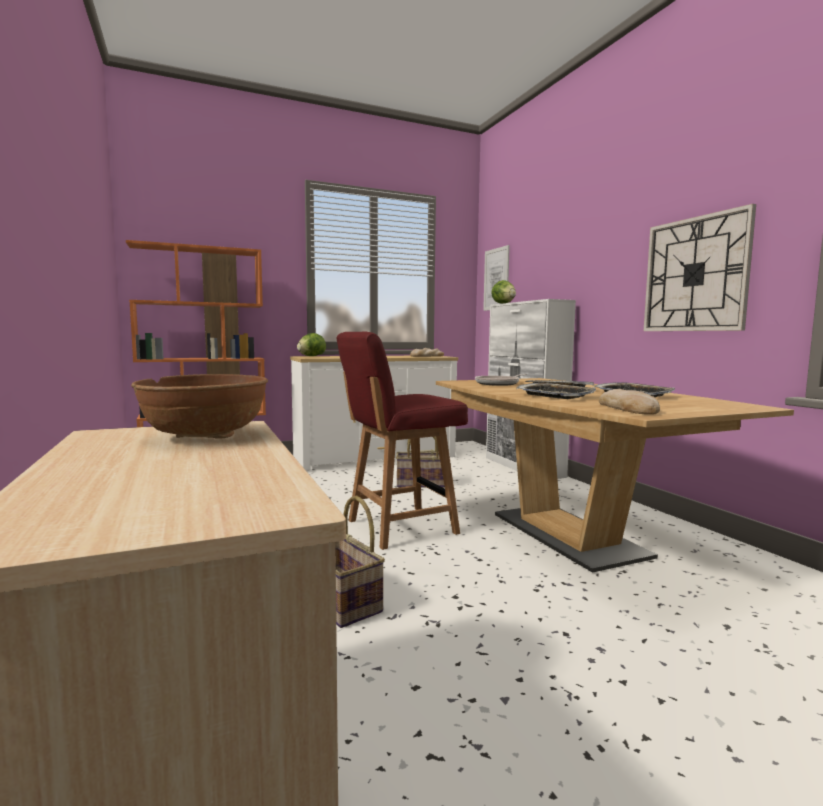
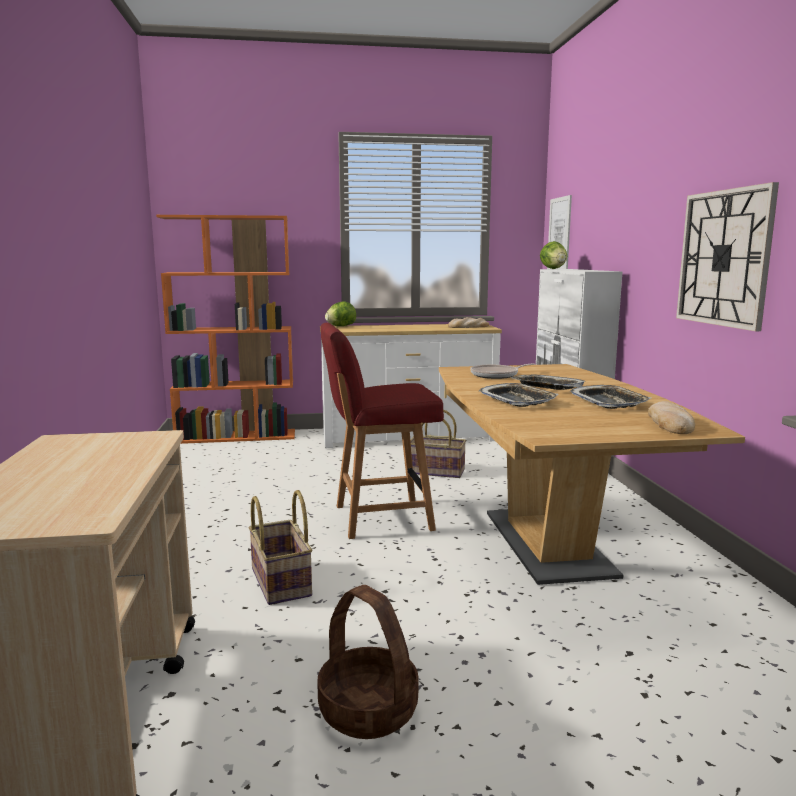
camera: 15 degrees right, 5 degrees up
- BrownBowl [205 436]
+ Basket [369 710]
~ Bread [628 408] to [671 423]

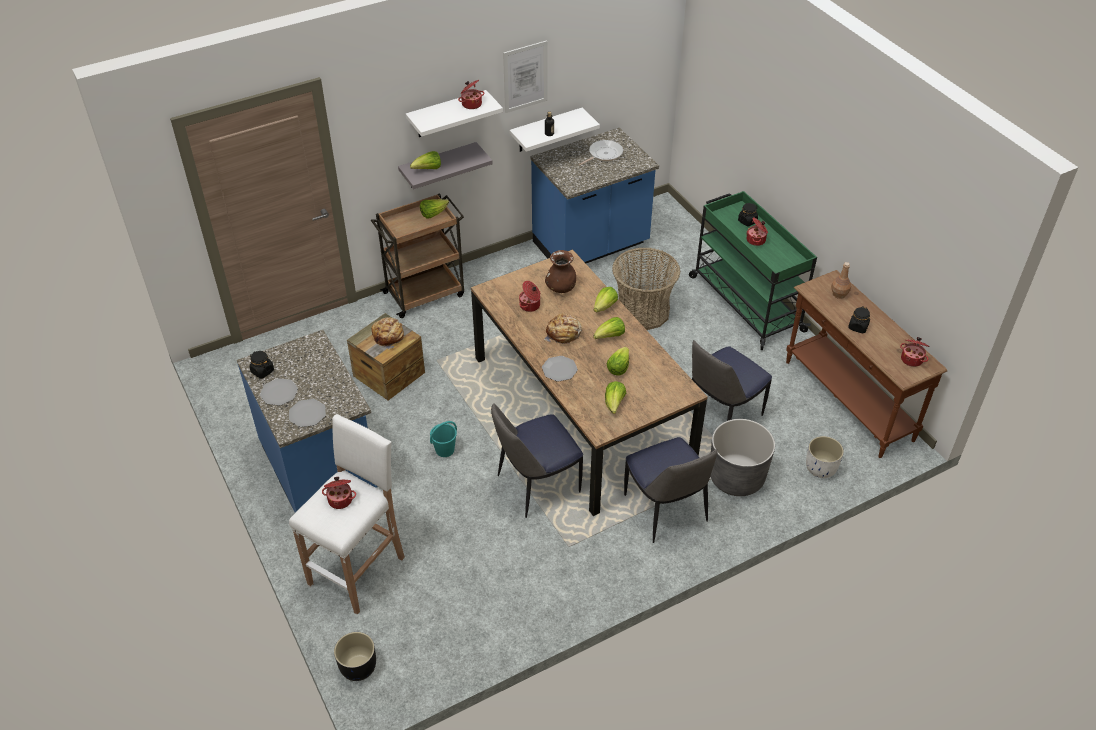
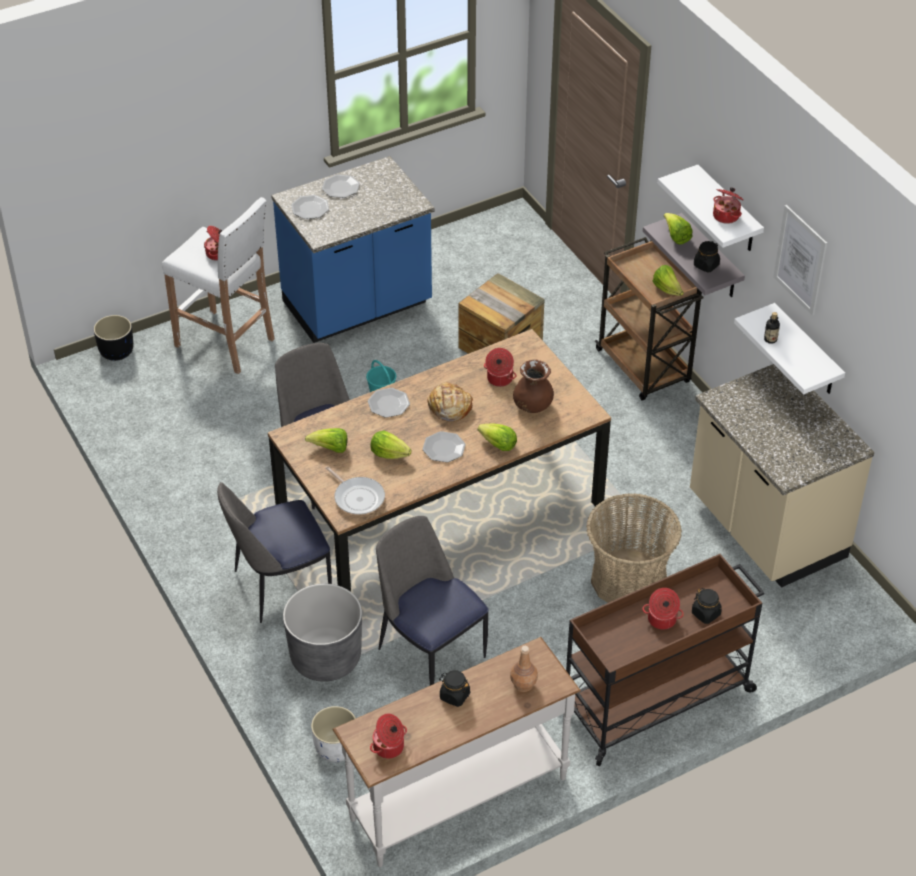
camera: 90 degrees right, 0 degrees up
- Bread [389 336]
~ BlackJar [262 371] to [706 265]
~ FryingPan [603 154] to [357 497]
~ Lettuce [610 336] to Plate [444 448]
~ BlueCounter [591 245] to BeigeCounter [765 529]
~ GreenCart [745 302] to BrownCart [657 698]
~ BrownConsoleTable [847 401] to WhiteConsoleTable [457 797]

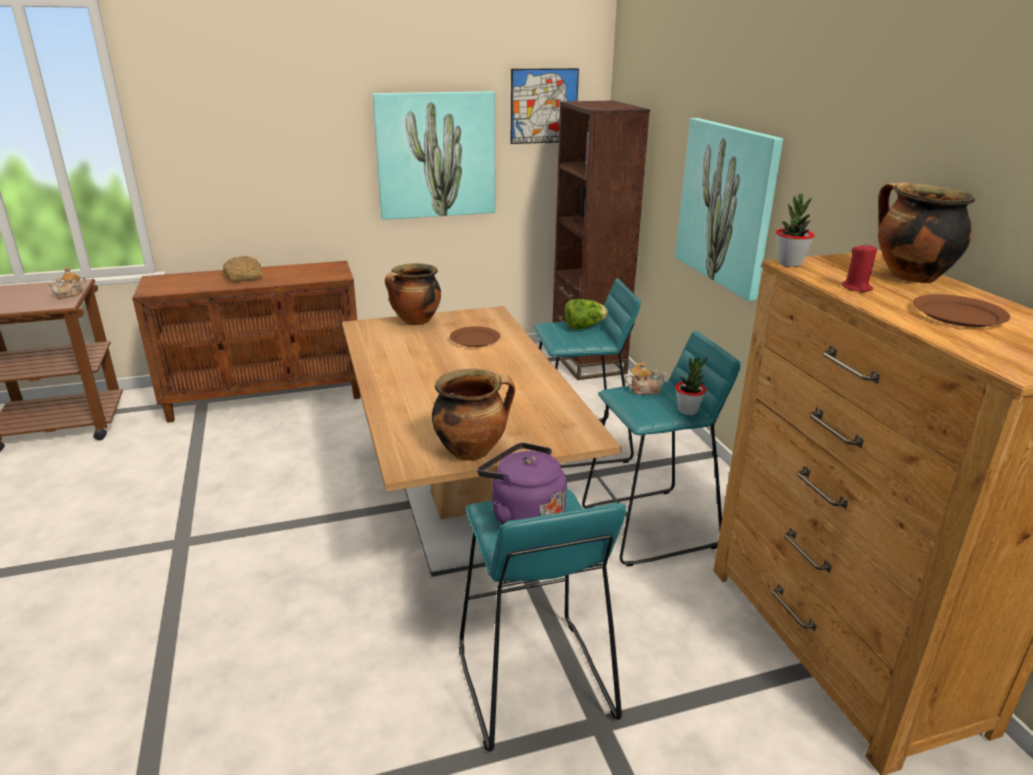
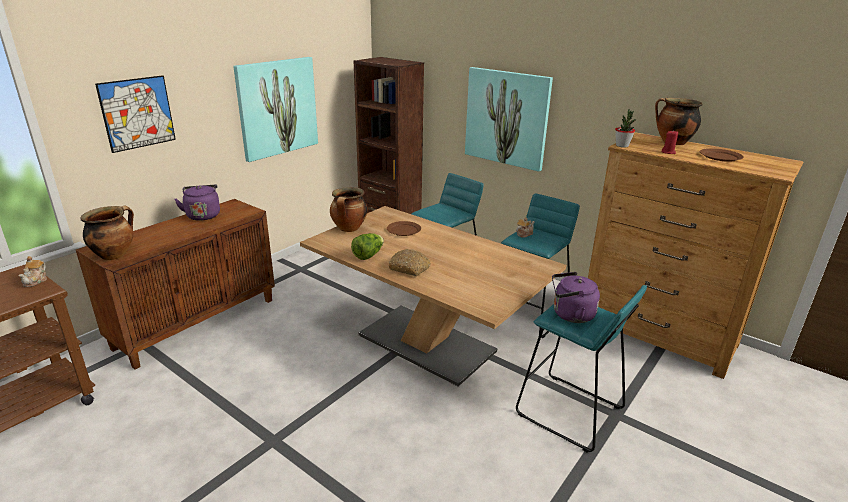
camera: 35 degrees left, 0 degrees up
- PottedPlant [687 410]
+ PurpleKettle [203 215]
~ Bread [244 276] to [410 268]
~ CookingPot [472 450] to [115 255]
~ Picture [544 106] to [137 113]
~ Lettuce [583 327] to [368 255]

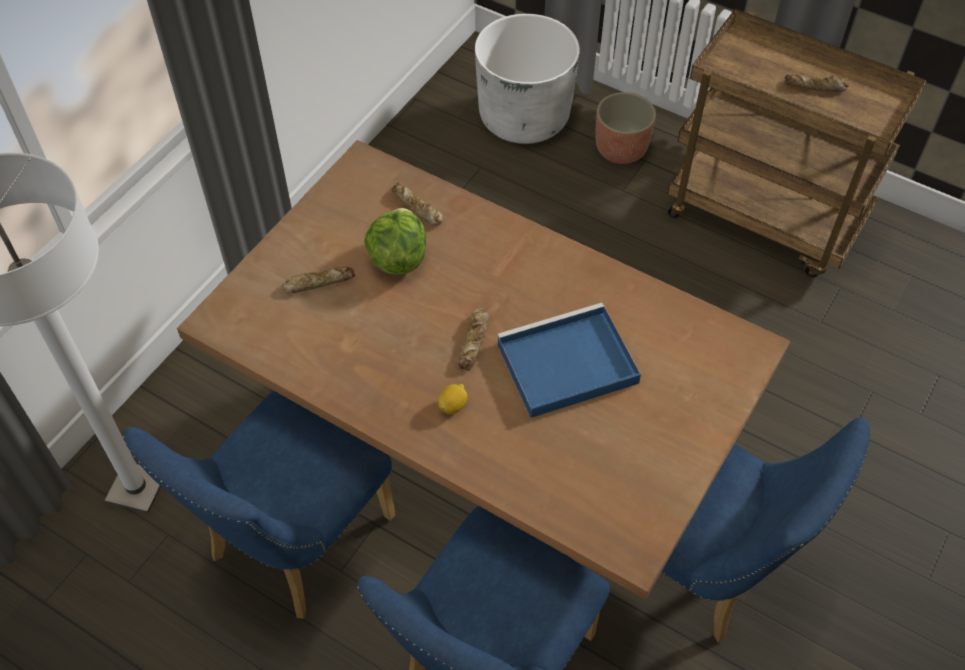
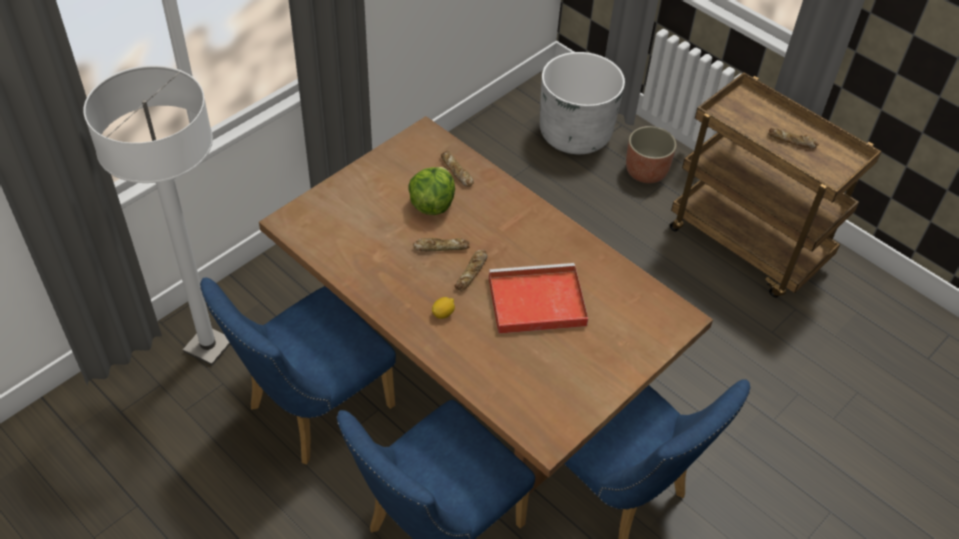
camera: 10 degrees right, 5 degrees down
~ Bread [318 282] to [441 247]
~ BlueTray [565 365] to RedTray [534 302]

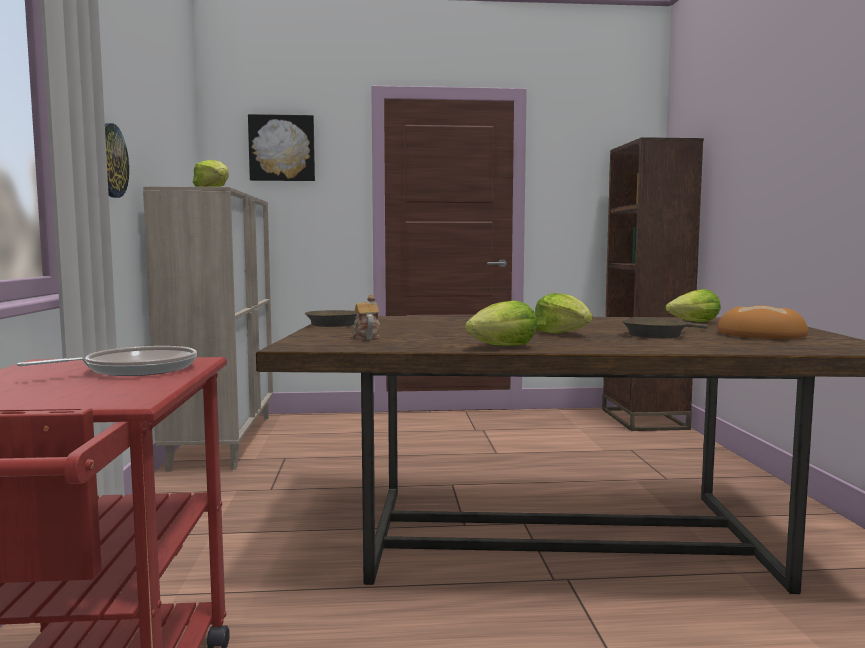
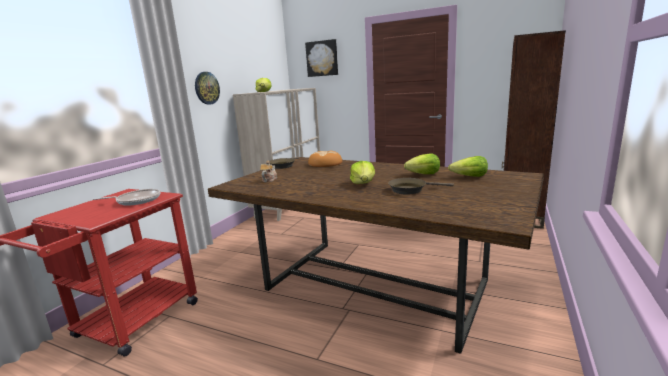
camera: 30 degrees right, 10 degrees up
~ Lettuce [503 346] to [423 174]
~ Bread [762 334] to [325 163]

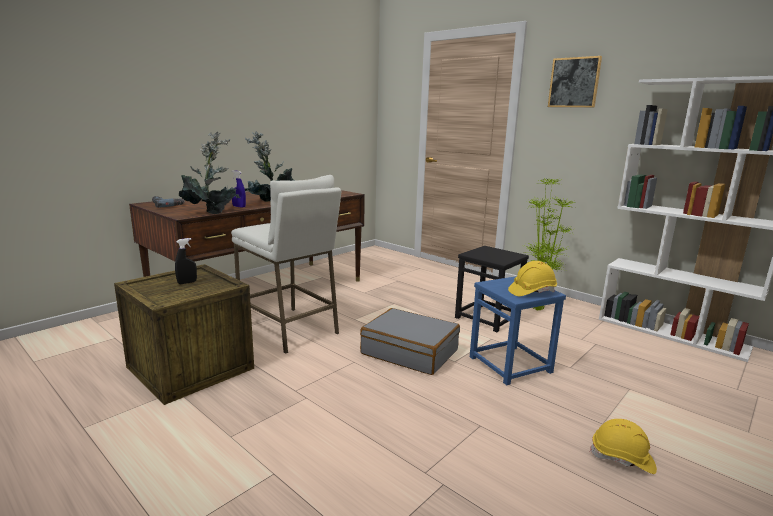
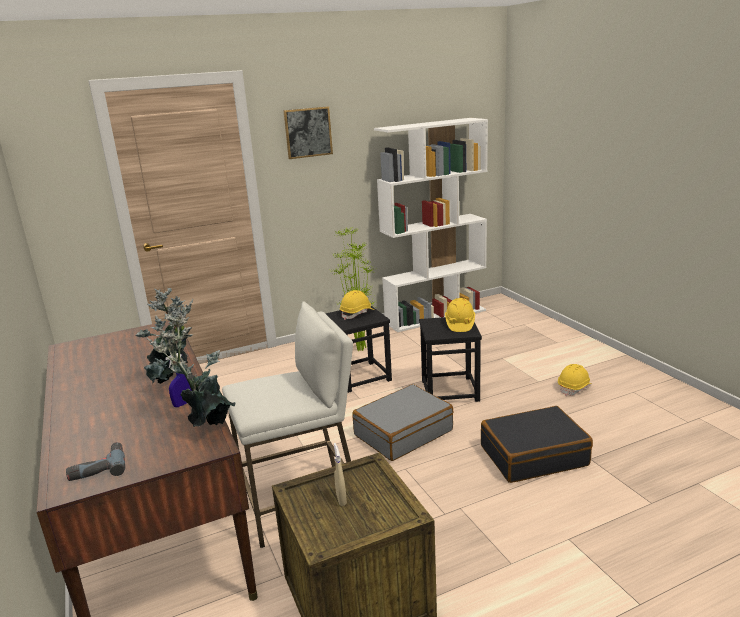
camera: 65 degrees left, 5 degrees up
+ YellowHardHat [357 313]
+ BlackSuitcase [533 455]
~ BlackSprayBottle [187 282] to BeigeSprayBottle [341 499]
~ BlueStool [510 364] to BlackStool [450 390]

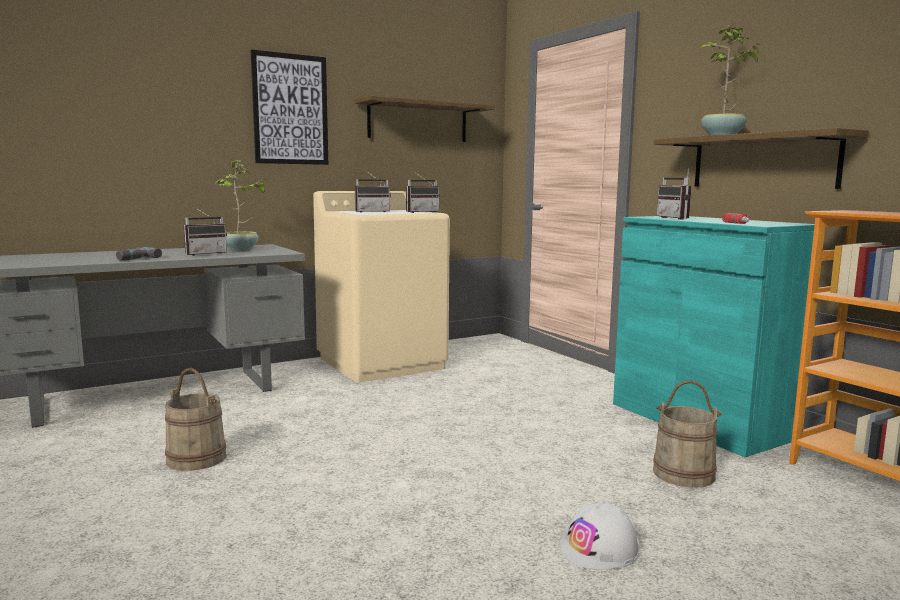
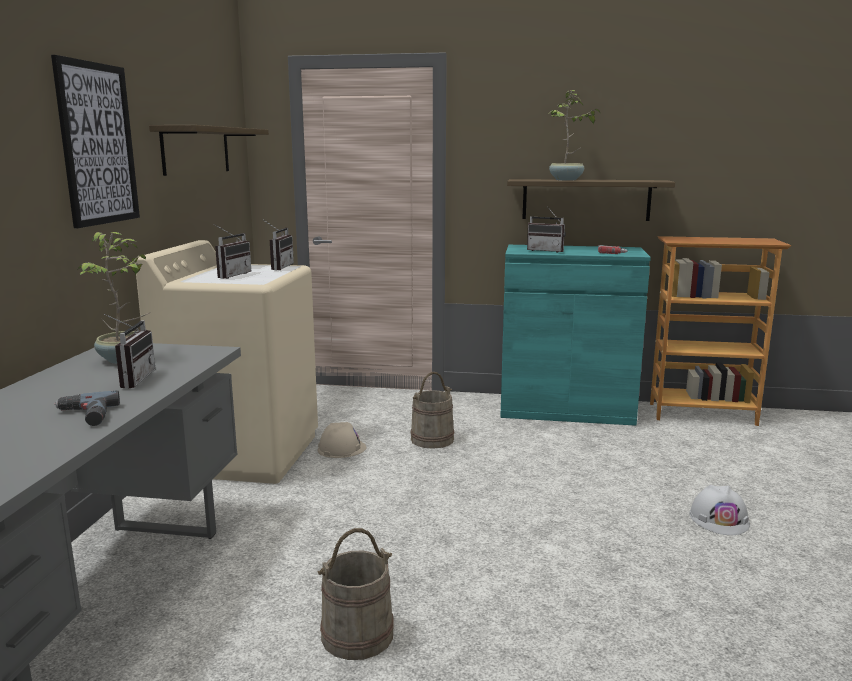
camera: 50 degrees left, 5 degrees up
+ BeigeHardHat [341 448]
~ BeigeBucket [683 473] to [432 439]

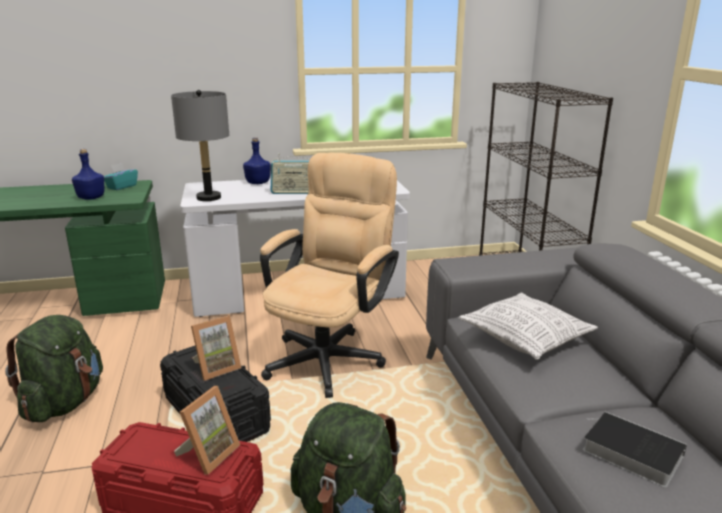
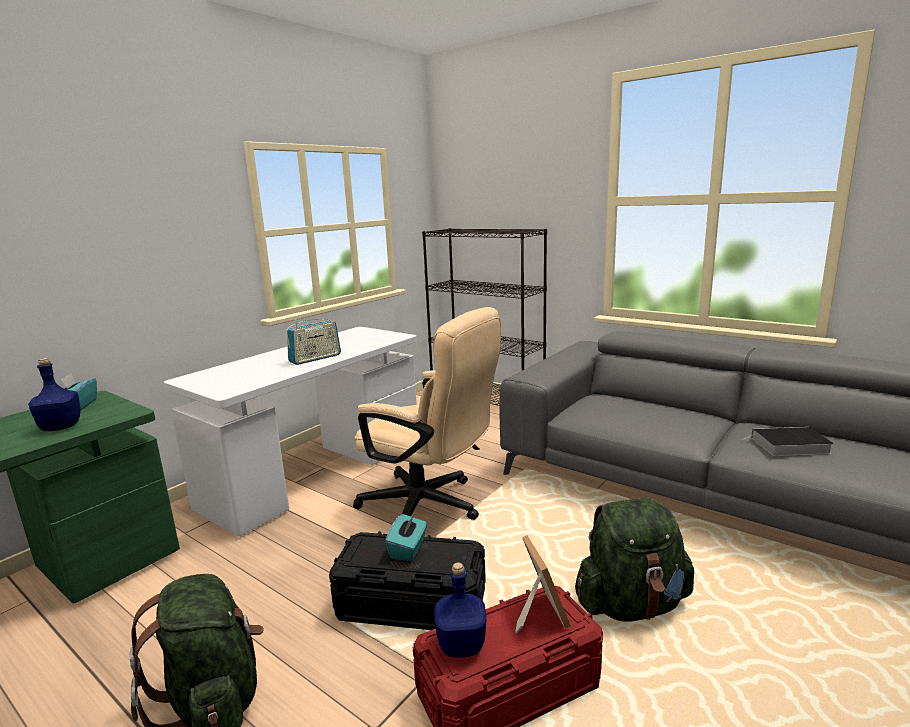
camera: 40 degrees left, 5 degrees down
- GreyTableLamp [209 198]
- Pillow [526 338]
~ BlueBottle [258 183] to [462 645]
~ PictureFrame [216 368] to TurquoiseTissueBox [408 549]
~ BeigeOfficeChair [330 355] = [430 507] 135 degrees clockwise

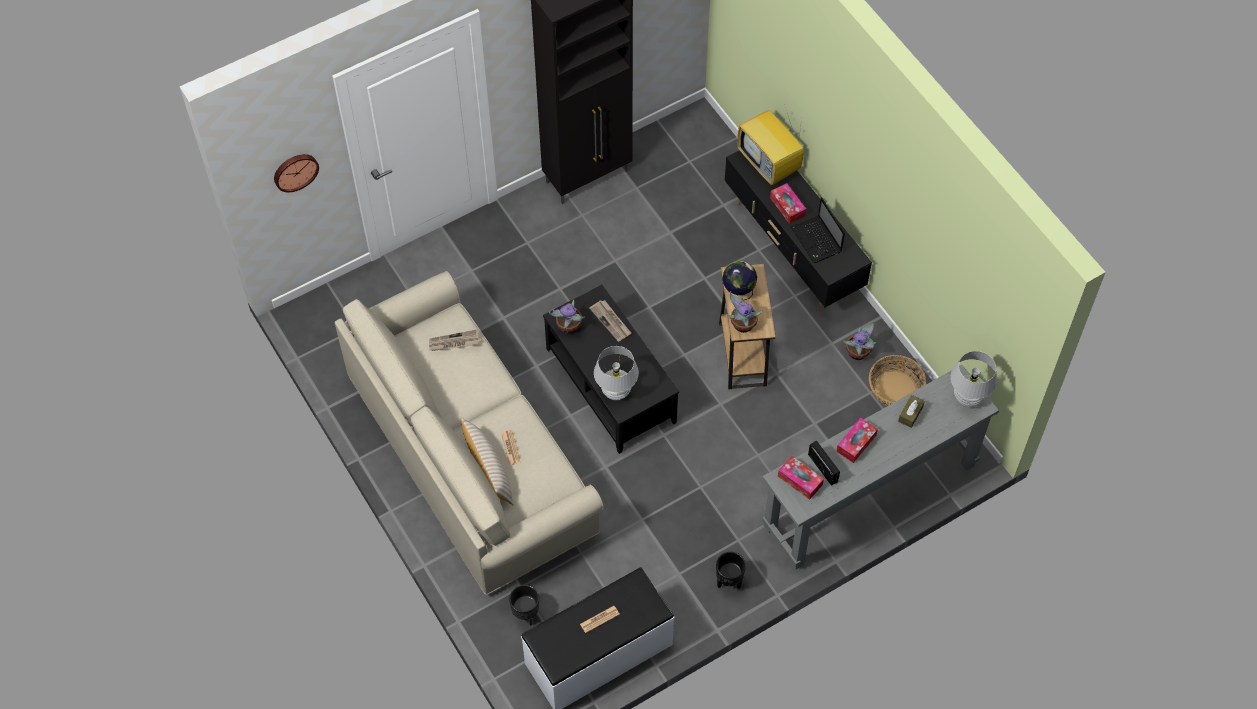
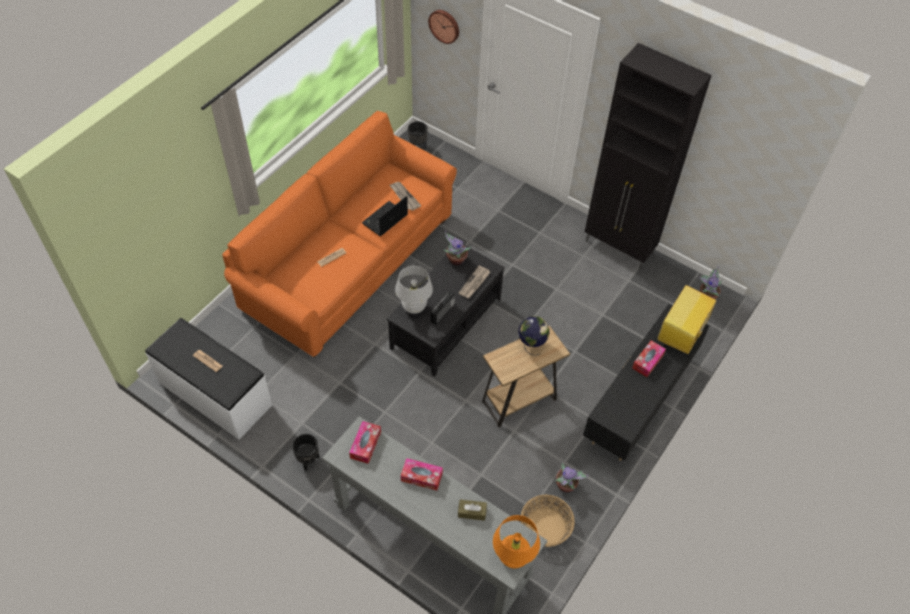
camera: 65 degrees right, 5 degrees down
- BeigePillow [489 470]
~ BlackPlanter [525 614] to [417 147]
~ PottedPlant [741 325] to [706 295]
~ Laptop [817 241] to [384 220]
~ Radio [823 468] to [443 313]
~ BeigeSofa [470 454] to OrangeSofa [348 261]
~ WhiteTableLamp [967 397] to OrangeTableLamp [513 556]

